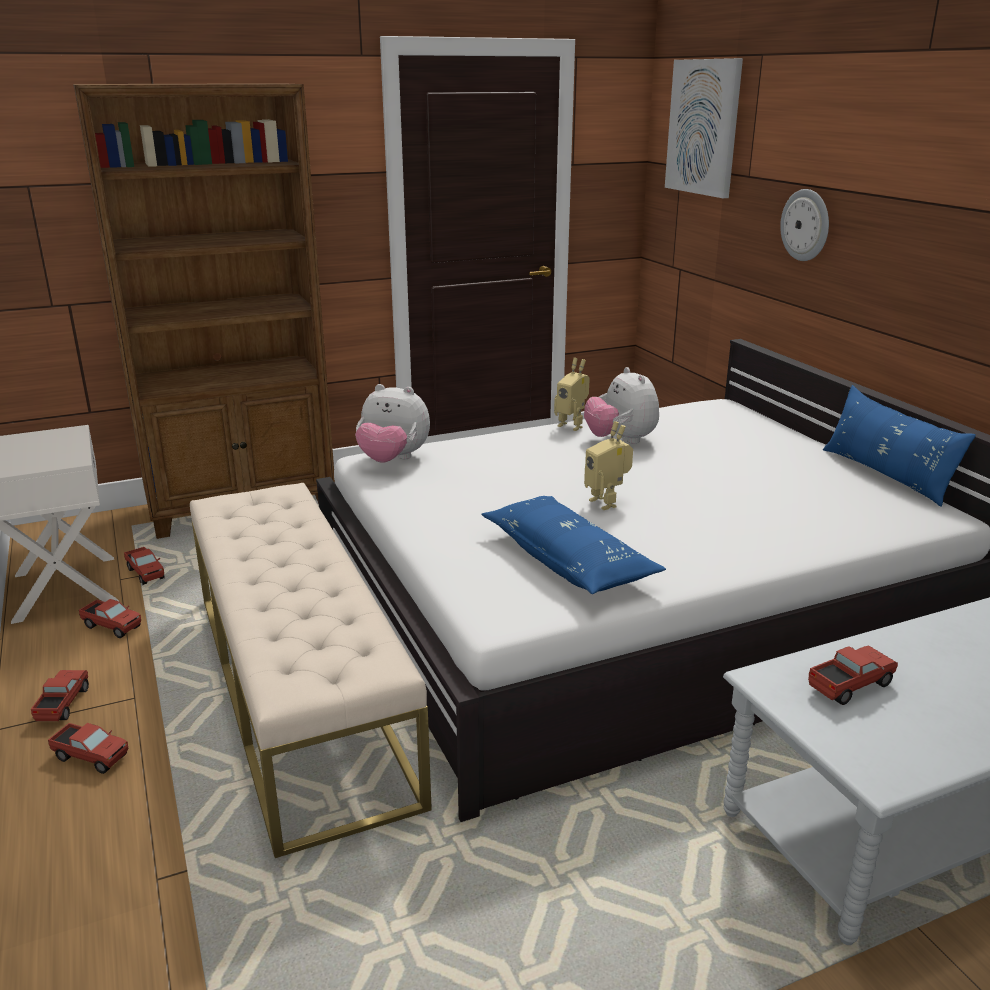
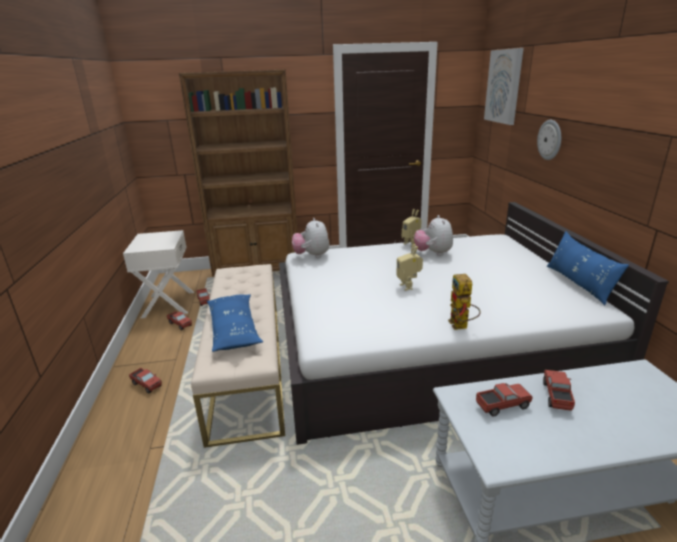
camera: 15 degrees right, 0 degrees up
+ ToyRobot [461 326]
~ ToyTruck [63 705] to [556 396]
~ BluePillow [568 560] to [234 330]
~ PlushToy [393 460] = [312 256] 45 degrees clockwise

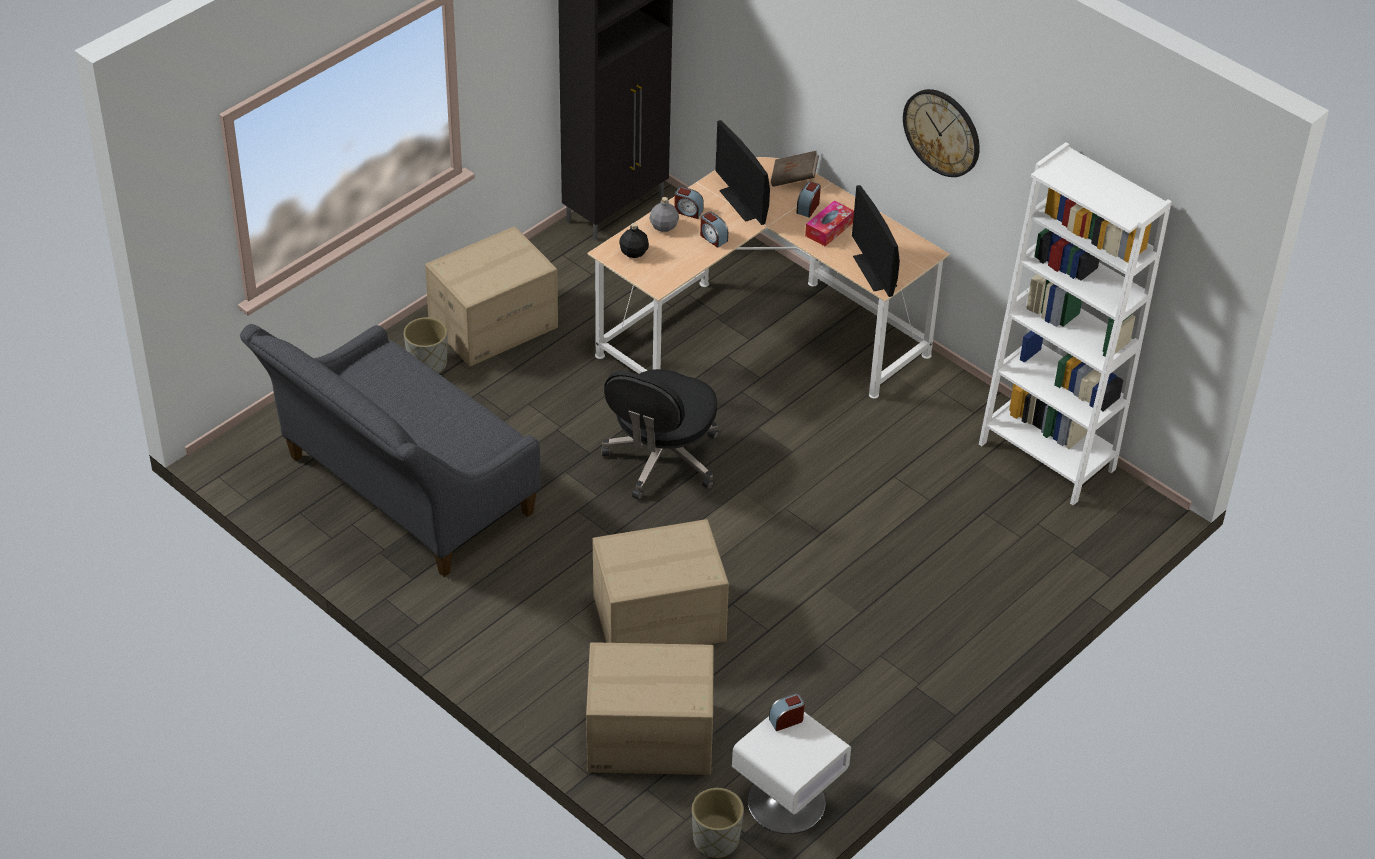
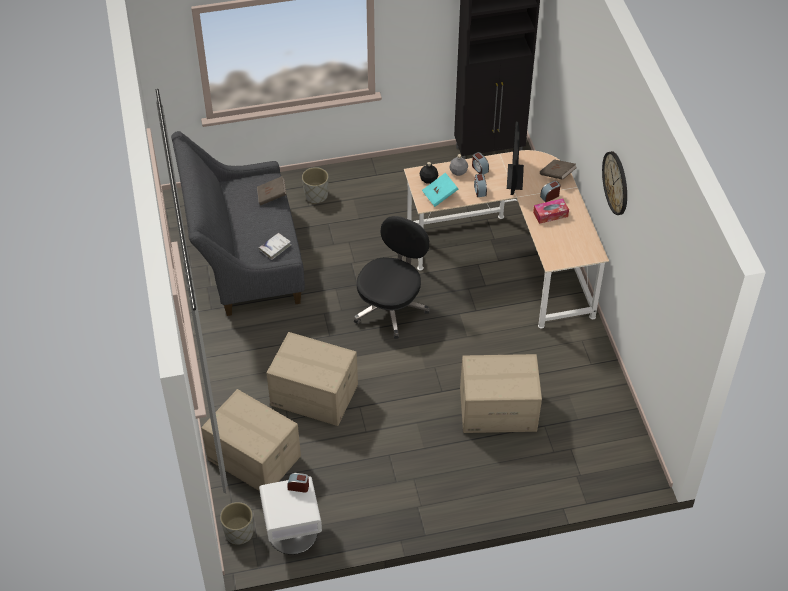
camera: 35 degrees right, 5 degrees up
- Monitor [874 271]
- WhiteBookcase [1047 456]
+ BrownBook [272 196]
+ WhiteBook [275 248]
+ TurquoiseBook [440 195]
~ CardboardBox [493 324] to [498 409]
~ BlackOfficeChair [661 460] = [391 307] 150 degrees clockwise

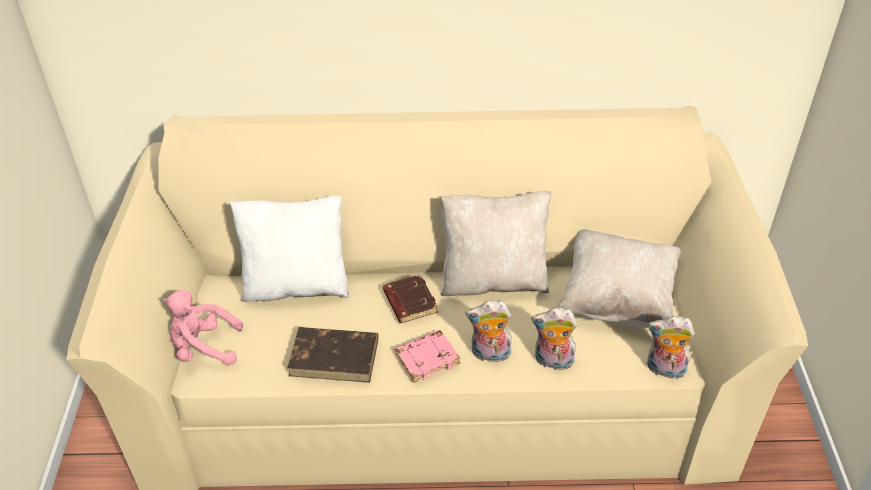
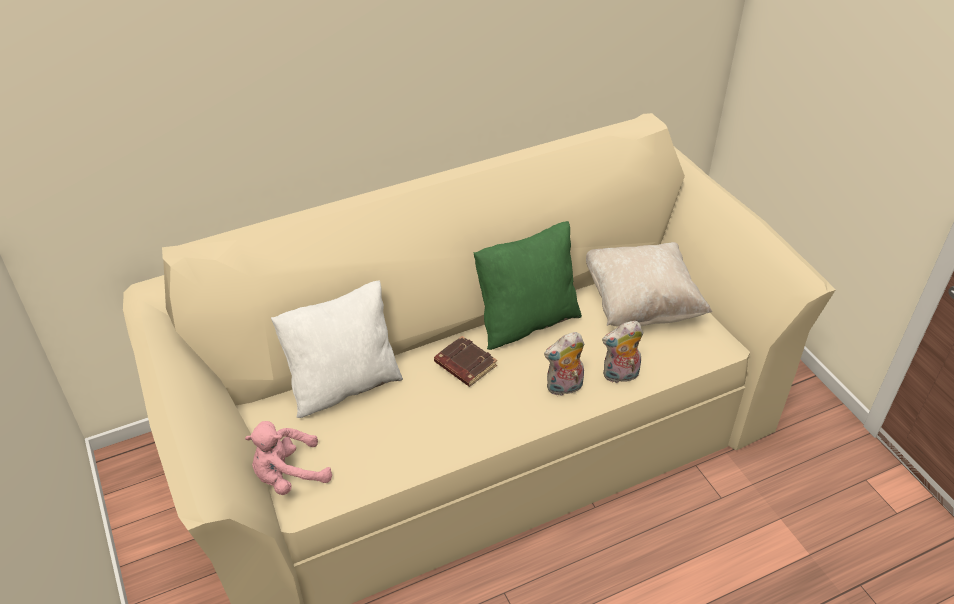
camera: 25 degrees left, 0 degrees up
- BrownBook [335 357]
- PinkBook [427 358]
- PlushToy [664 370]
~ BeigePillow [493 280] to GreenPillow [526 321]

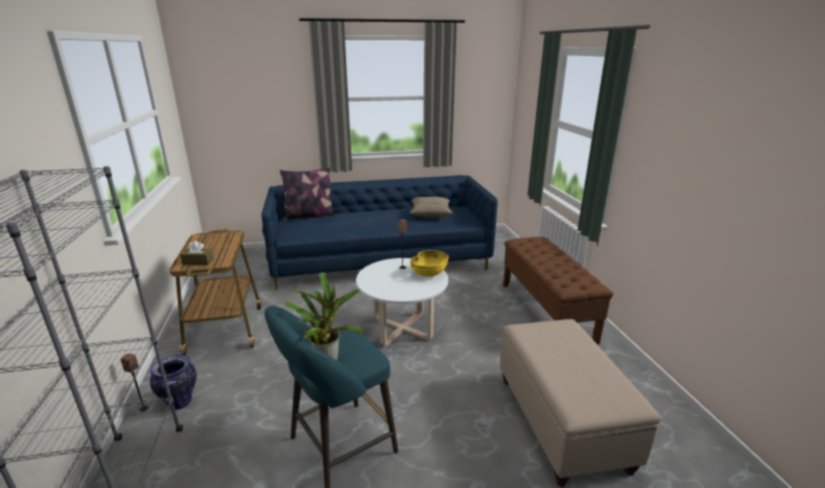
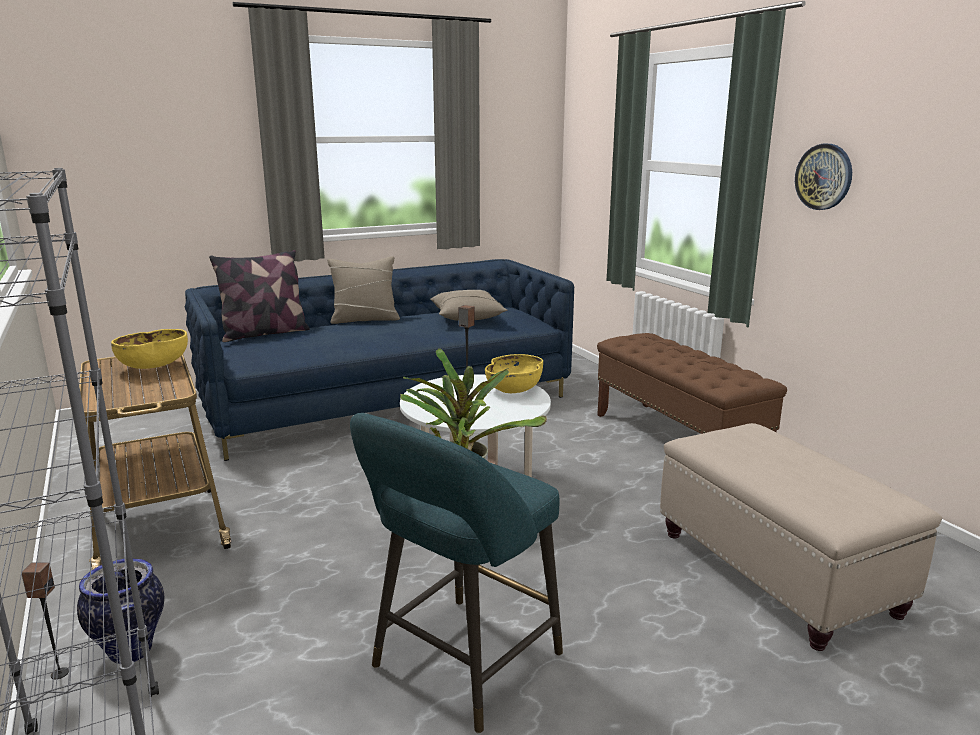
camera: 15 degrees left, 5 degrees down
- BrownTissueBox [198 261]
+ YellowBowl [154 366]
+ BeigePillow [365 319]
+ WallClock [824 177]

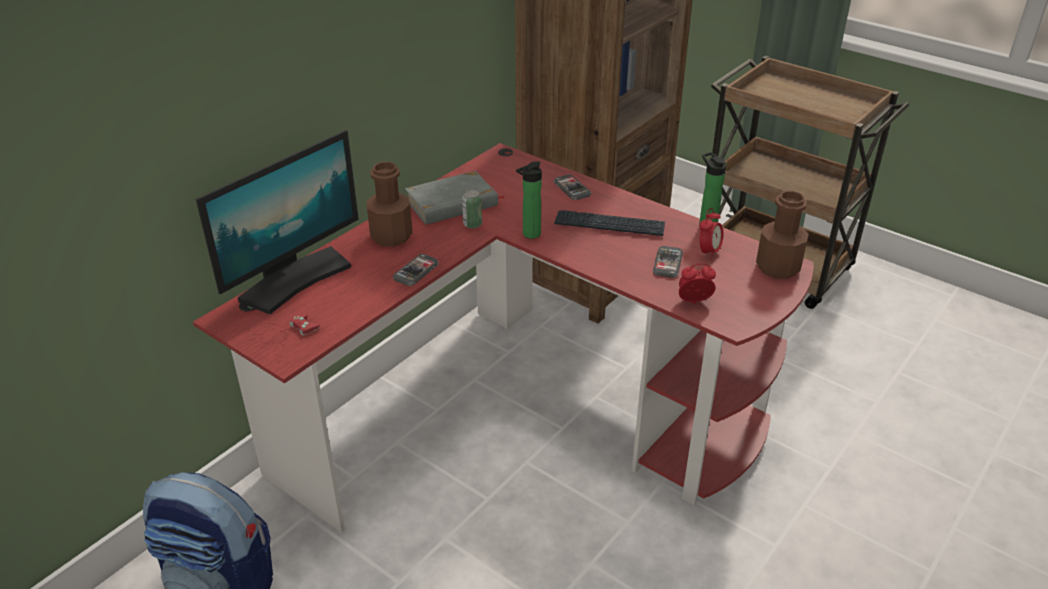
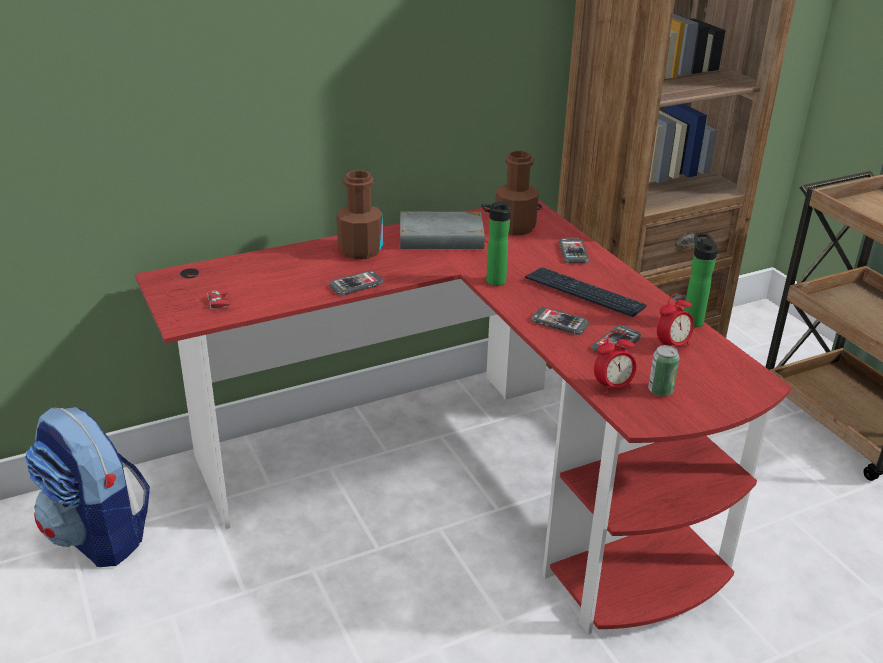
camera: 25 degrees right, 5 degrees down
- Monitor [295 280]
+ Phone [559 323]
~ Can [472 224] to [660 390]
~ BrownBottle [778 267] to [515 227]
~ AlarmClock [693 302] = [613 387] 135 degrees clockwise

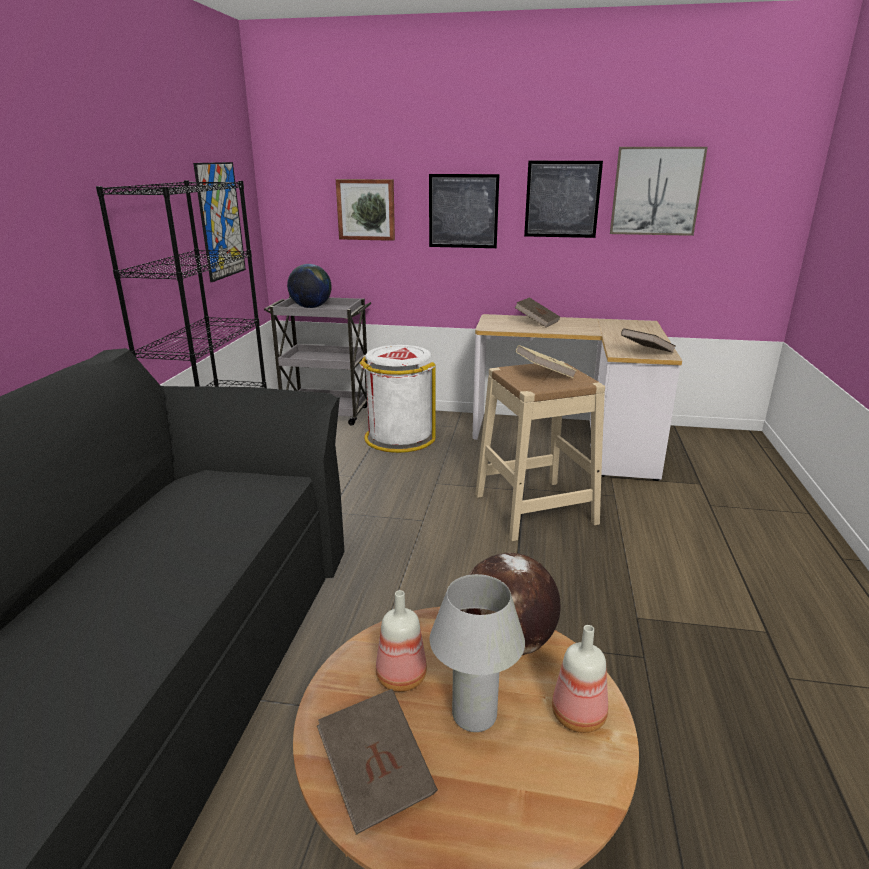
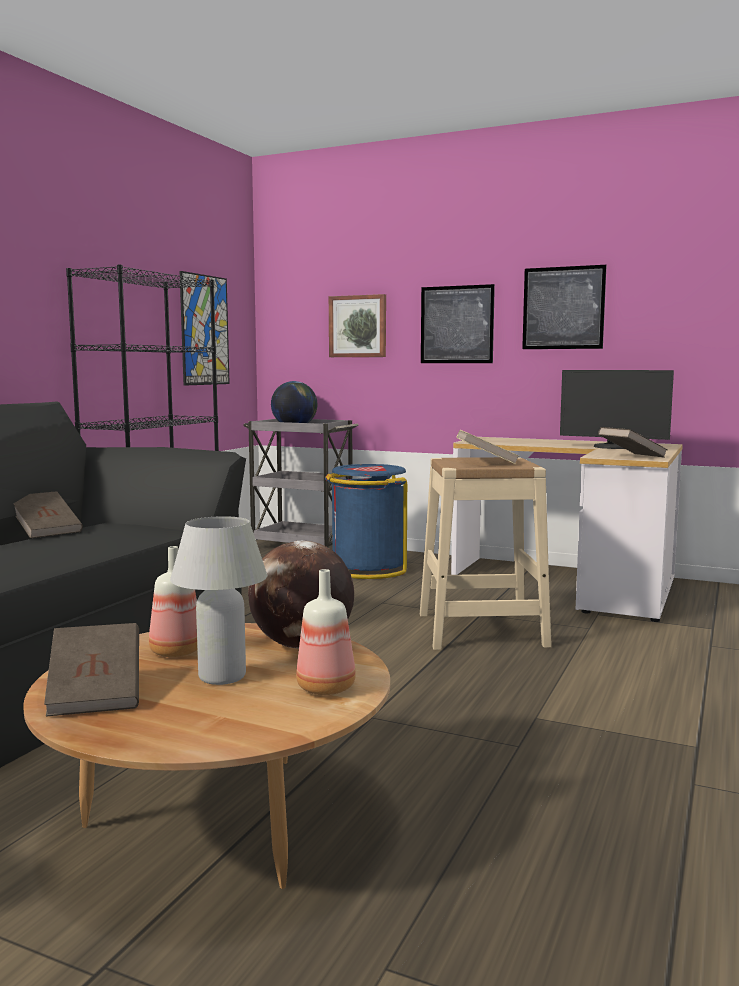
camera: 15 degrees right, 15 degrees down
- Picture [656 191]
+ Monitor [613 447]
~ BrownBook [537 322] to [46 531]
~ WhiteTrashCan [399 438] to BlueTrashCan [367 568]

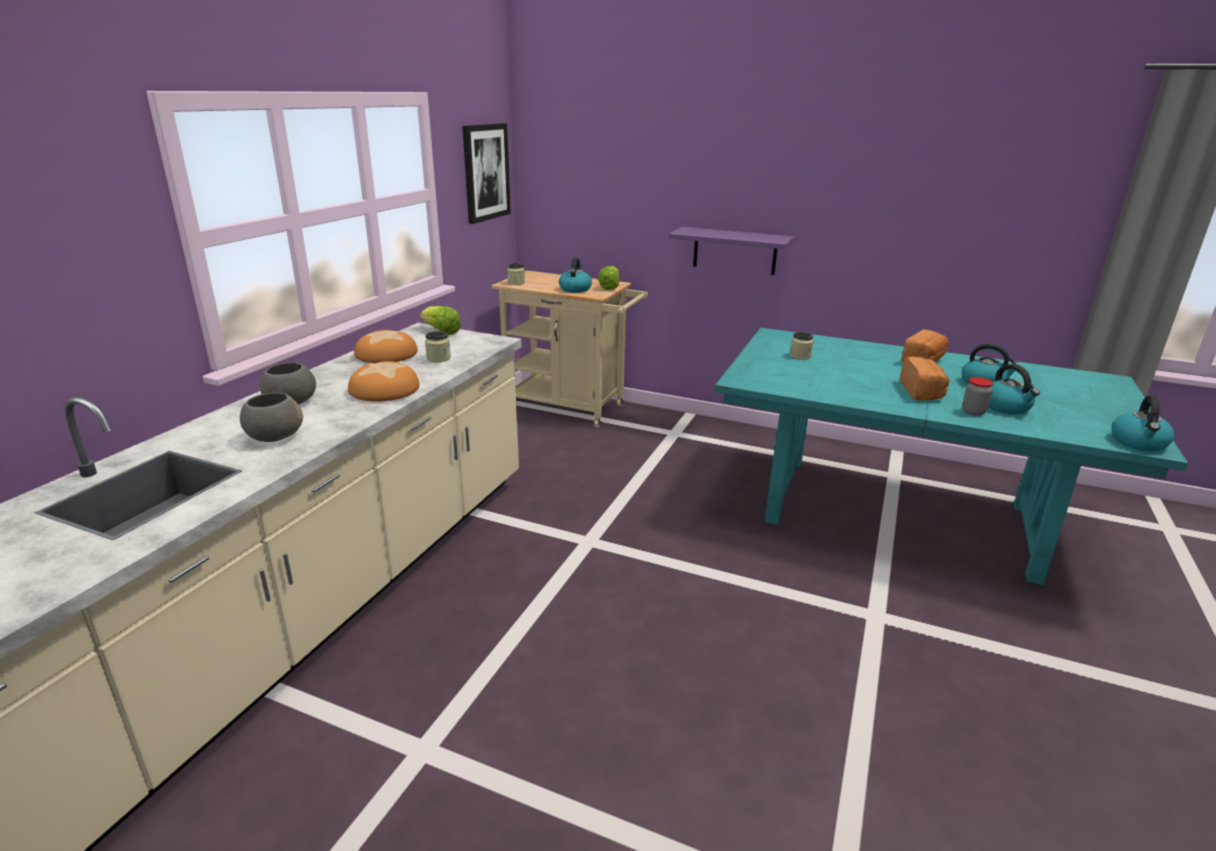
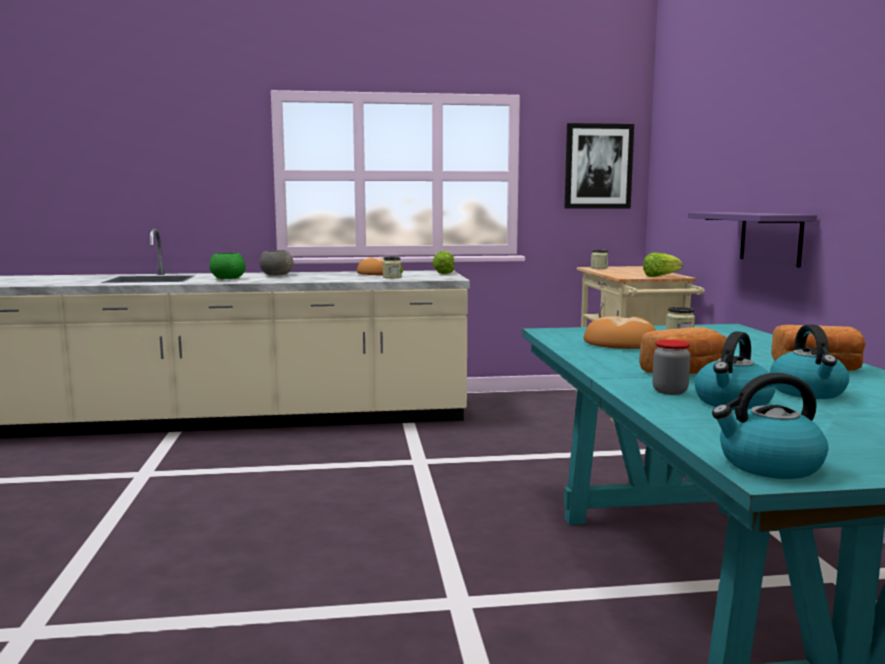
camera: 60 degrees right, 15 degrees down
- Kettle [575 289]
~ Bread [383 389] to [619 343]
~ GreyBowl [274 437] to GreenBowl [228 279]

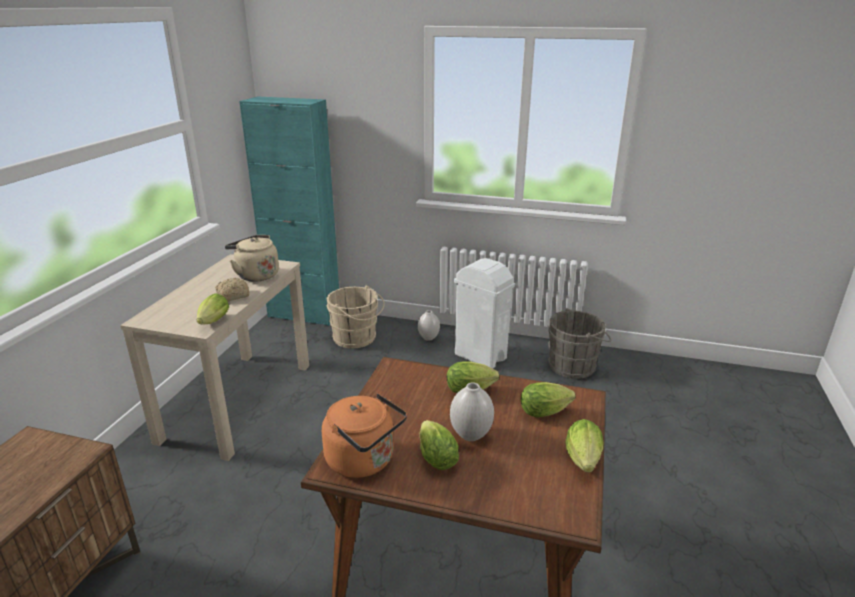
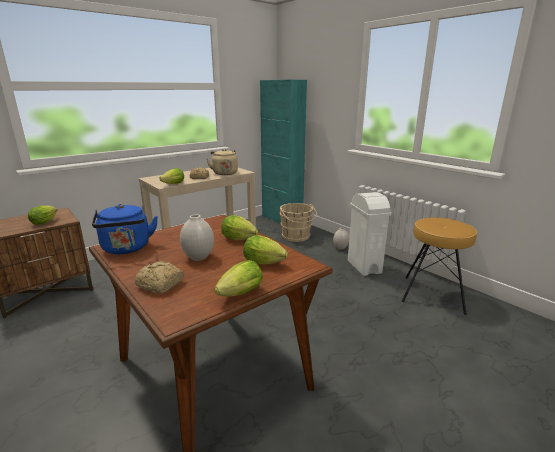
camera: 35 degrees right, 5 degrees down
+ Bread [160 285]
~ Lettuce [435 456] to [46 222]
~ GreyBucket [574 366] to BrownStool [433 294]
~ OrangeKettle [364 461] to BlueKettle [127 249]

